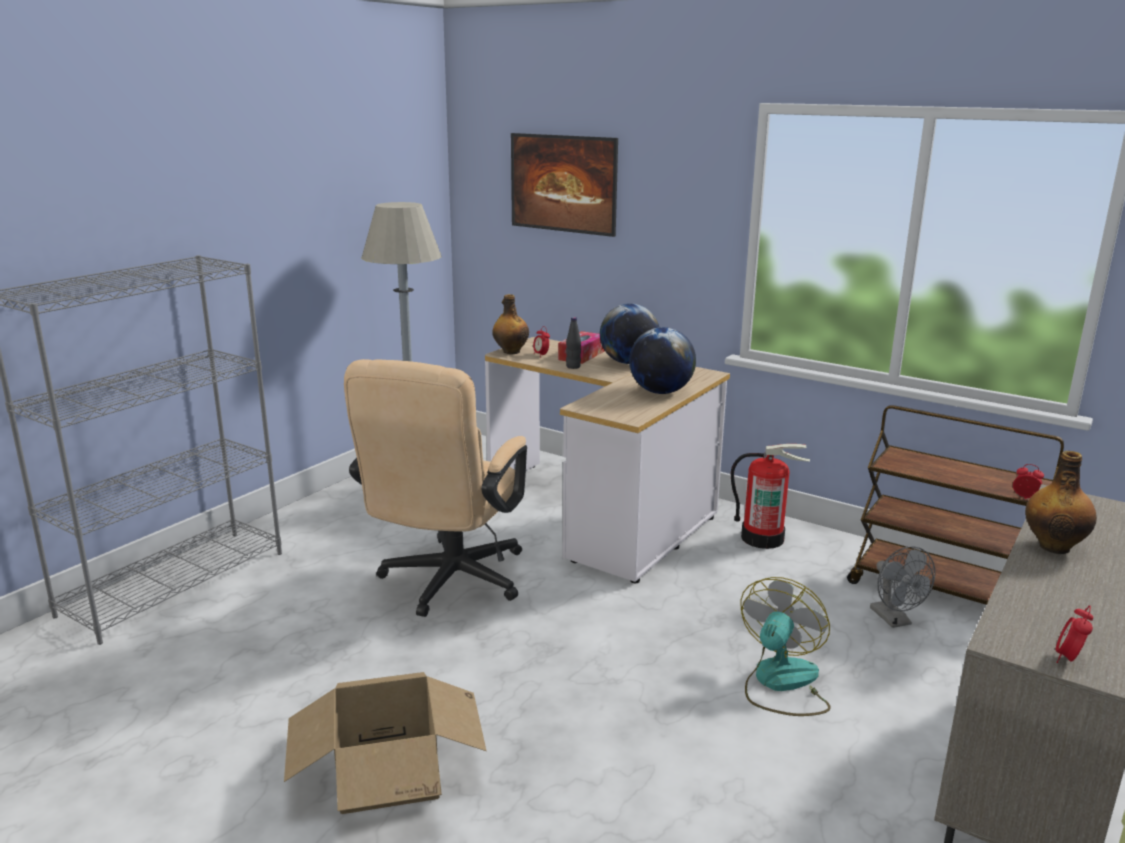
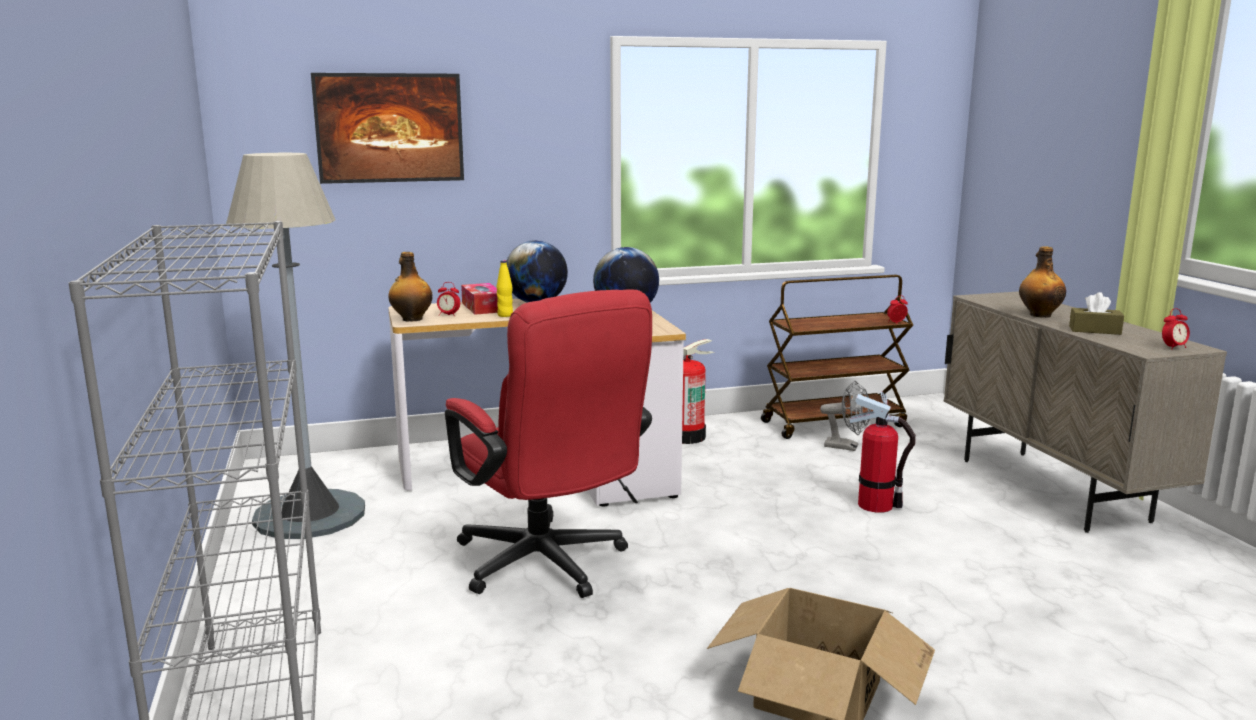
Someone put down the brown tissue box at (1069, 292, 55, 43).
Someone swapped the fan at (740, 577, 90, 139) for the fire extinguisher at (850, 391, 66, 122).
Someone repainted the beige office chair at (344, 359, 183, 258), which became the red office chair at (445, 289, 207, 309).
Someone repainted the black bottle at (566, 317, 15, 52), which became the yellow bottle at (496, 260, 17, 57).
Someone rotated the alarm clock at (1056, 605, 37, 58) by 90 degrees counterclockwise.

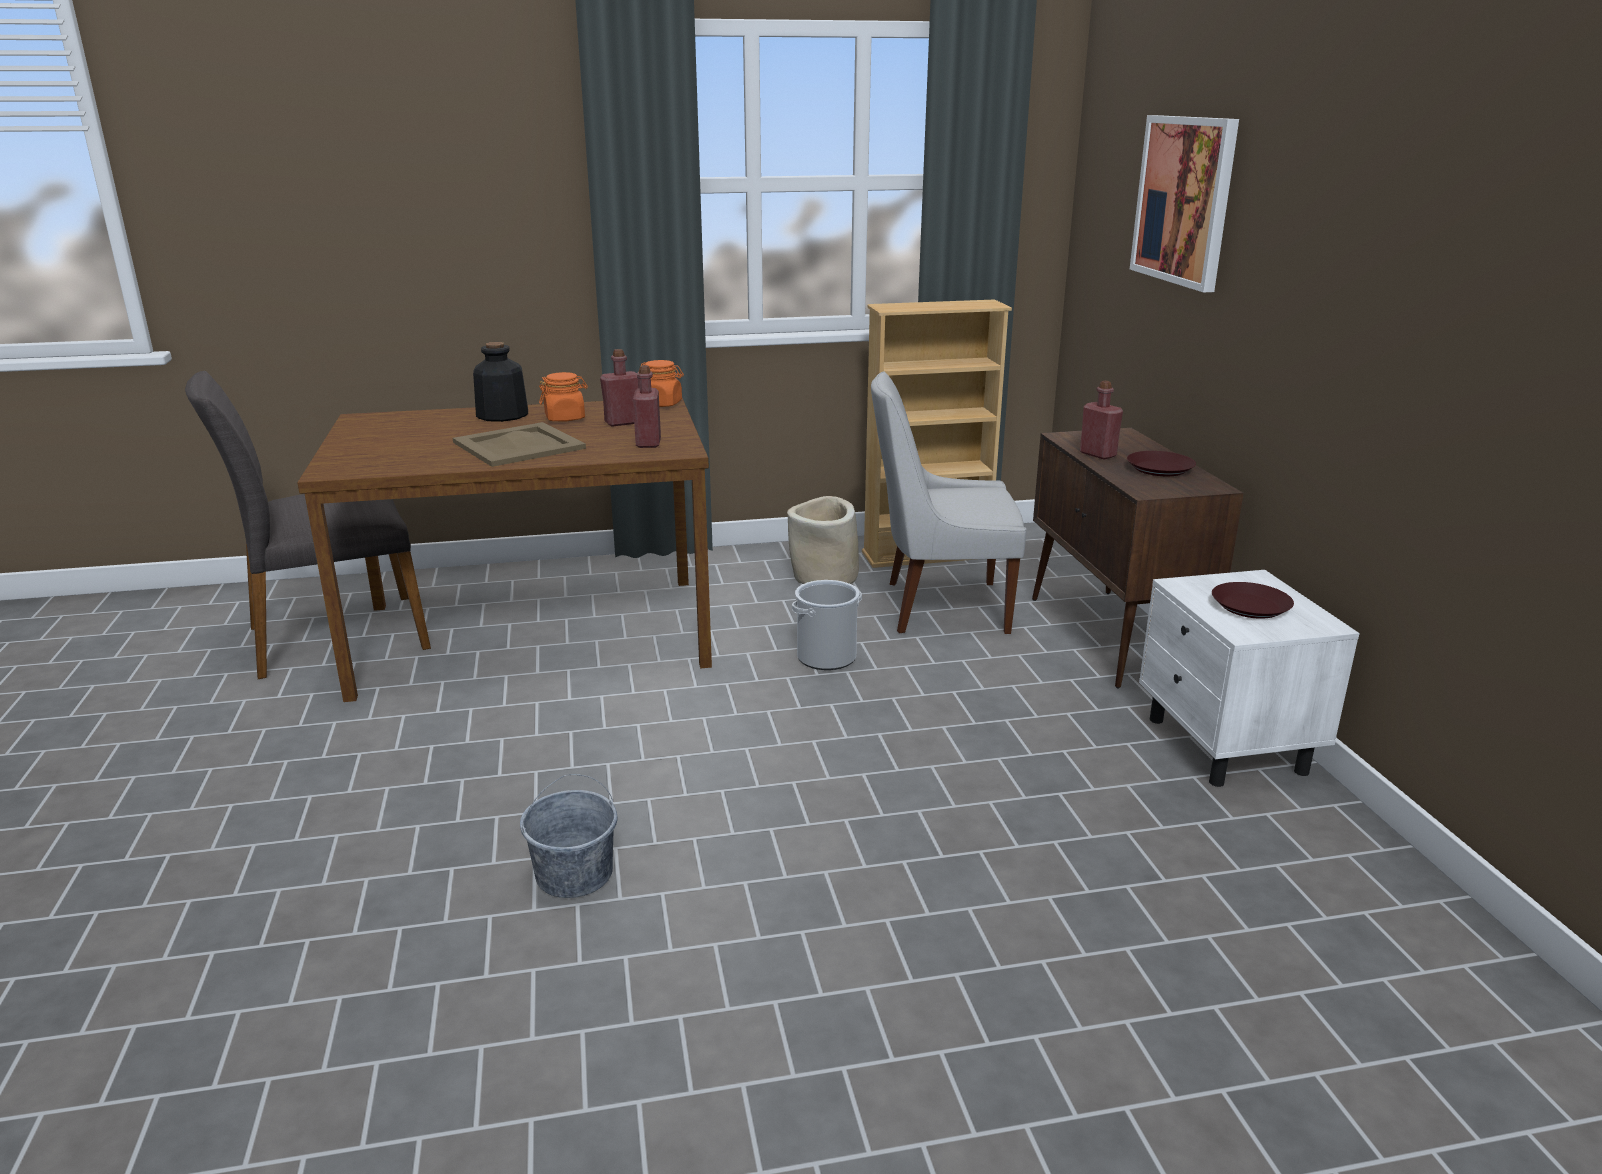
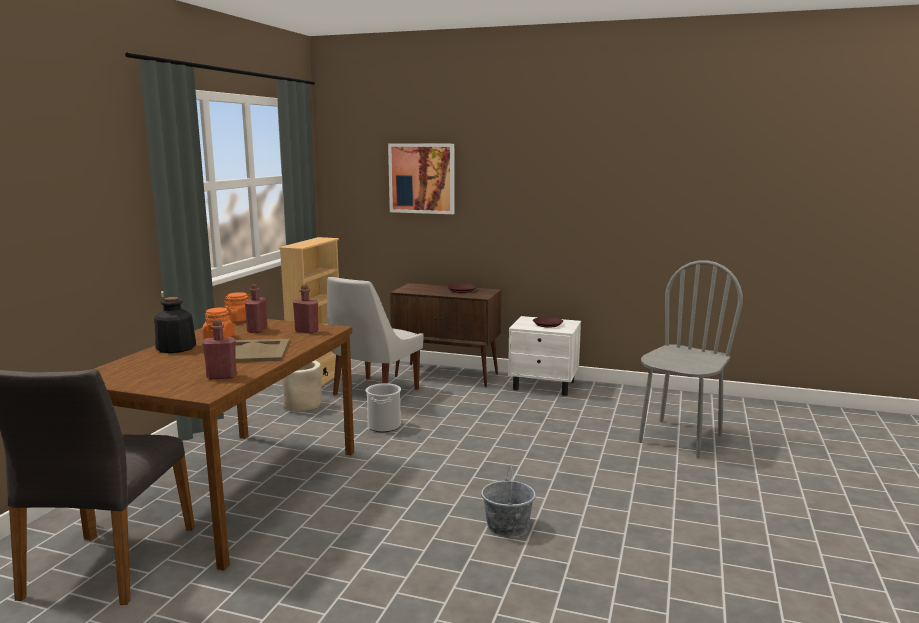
Someone put down the grey chair at (638, 260, 105, 198).
Someone carried the red bottle from (1080, 381, 43, 78) to (202, 320, 35, 59).

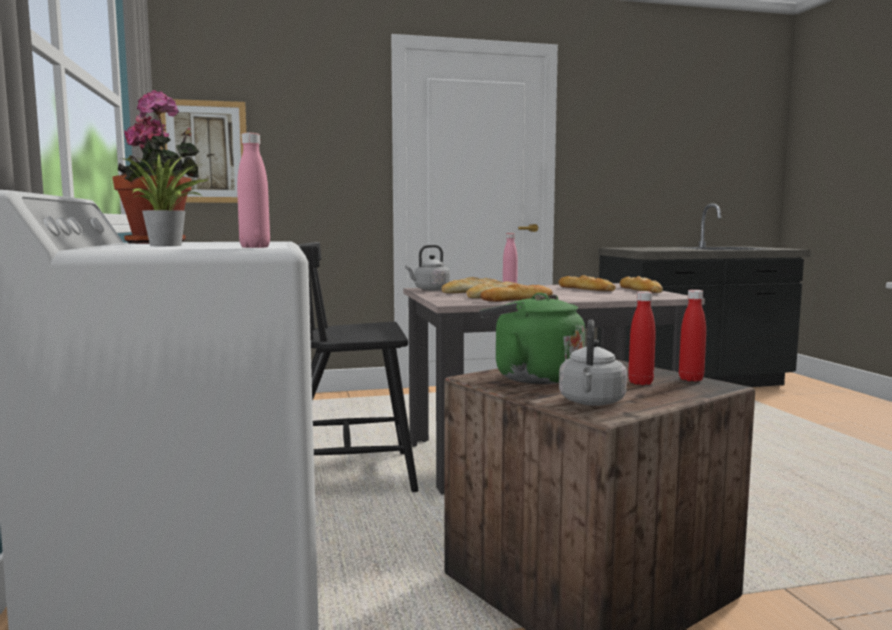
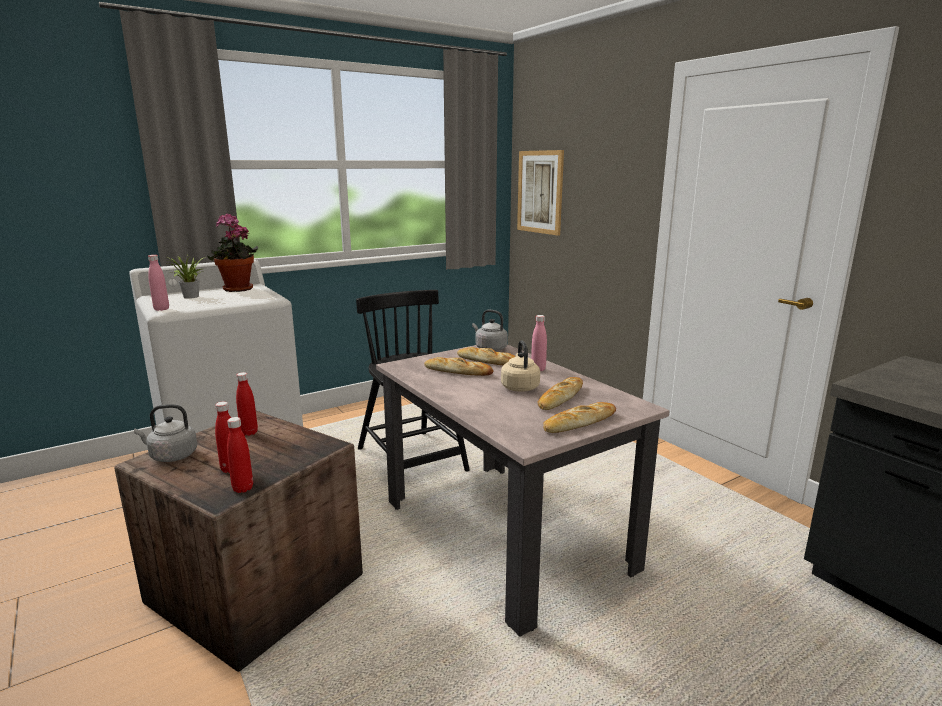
Someone took away the bread at (480, 284, 73, 18).
Someone put down the beige kettle at (501, 340, 39, 52).
Someone swapped the green kettle at (479, 293, 106, 91) for the red bottle at (236, 372, 22, 64).

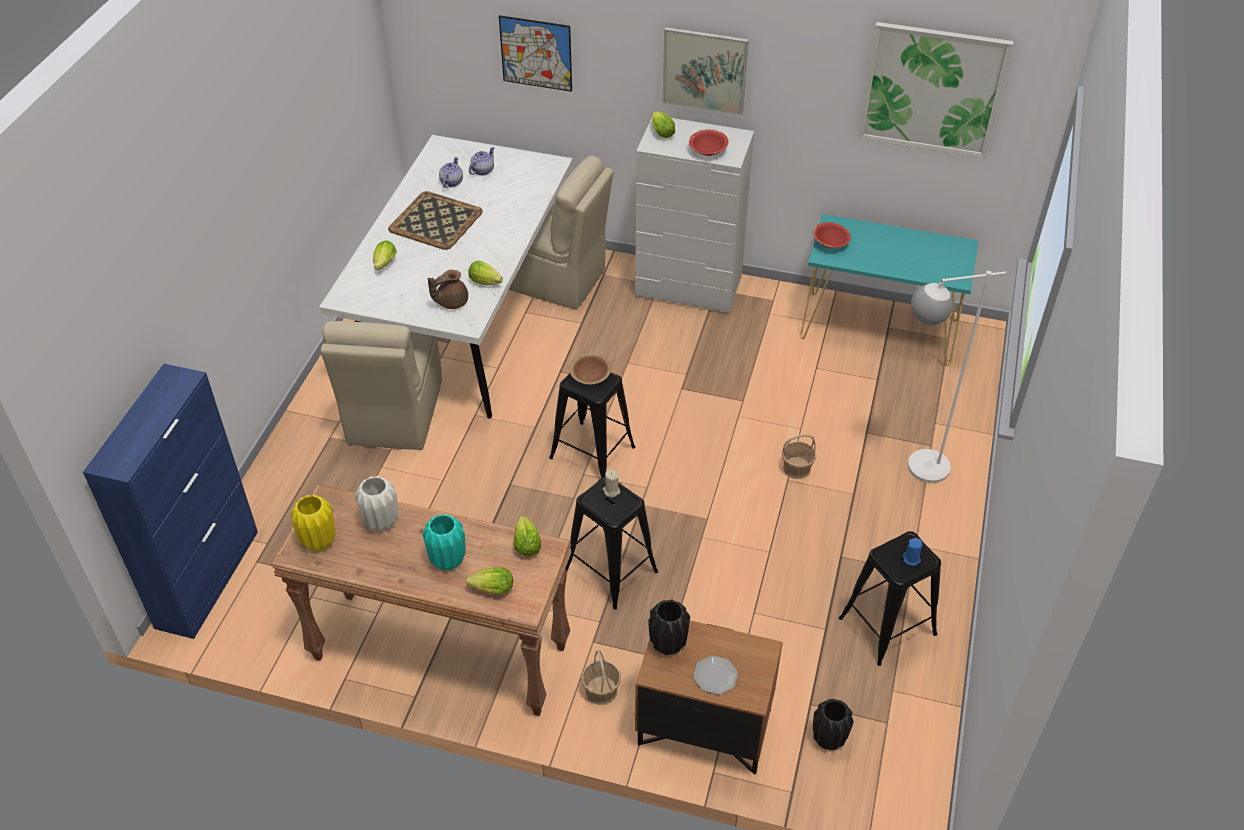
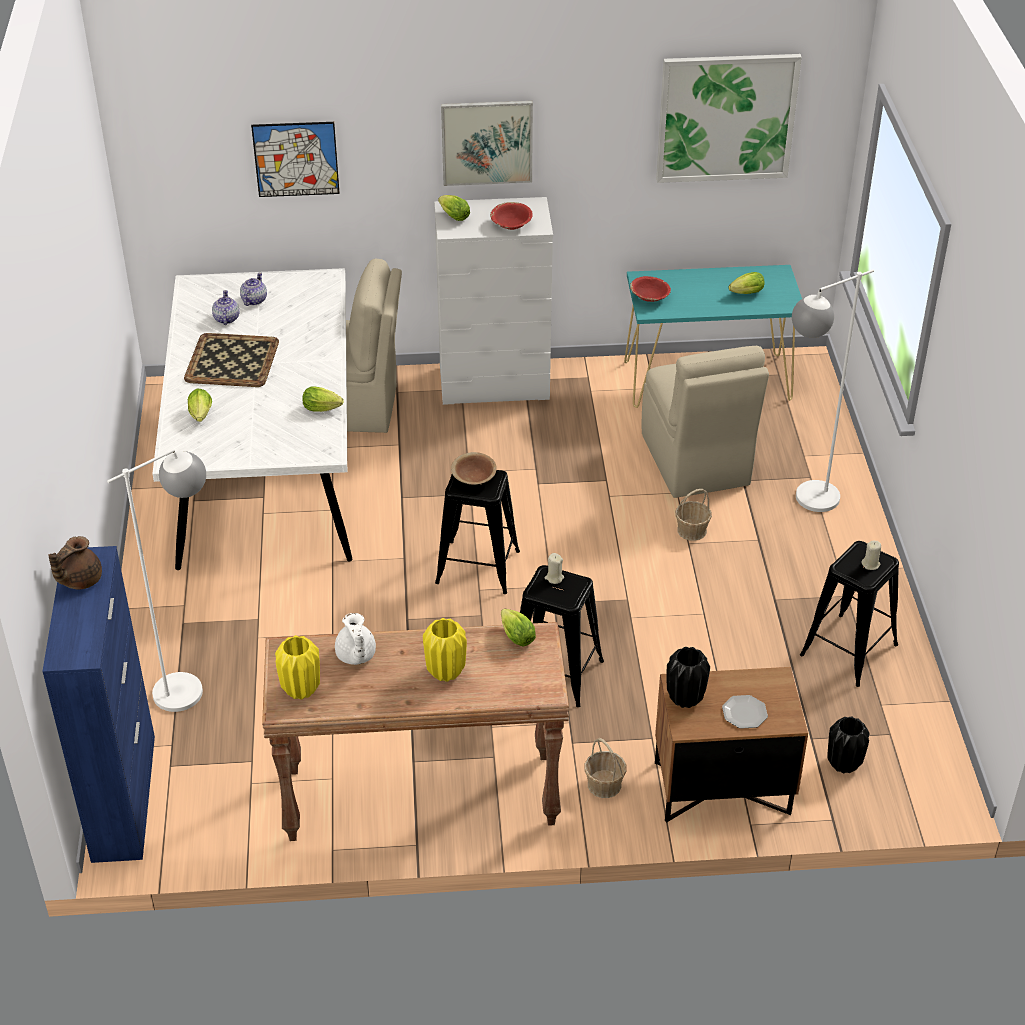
Someone put down the white floor lamp at (107, 449, 99, 263).
Someone carried the beige chair from (321, 321, 121, 129) to (642, 346, 127, 152).
Someone carried the brown teapot from (428, 269, 40, 40) to (48, 536, 54, 53).
Someone carried the lettuce from (466, 567, 47, 27) to (729, 272, 35, 22).
Someone swapped the white vase at (355, 476, 43, 56) for the white teapot at (335, 613, 41, 52).
Someone repainted the turquoise vase at (422, 514, 43, 57), which became the yellow vase at (423, 618, 44, 64).
Someone repainted the blue candle at (903, 538, 20, 28), which became the beige candle at (862, 540, 19, 30).

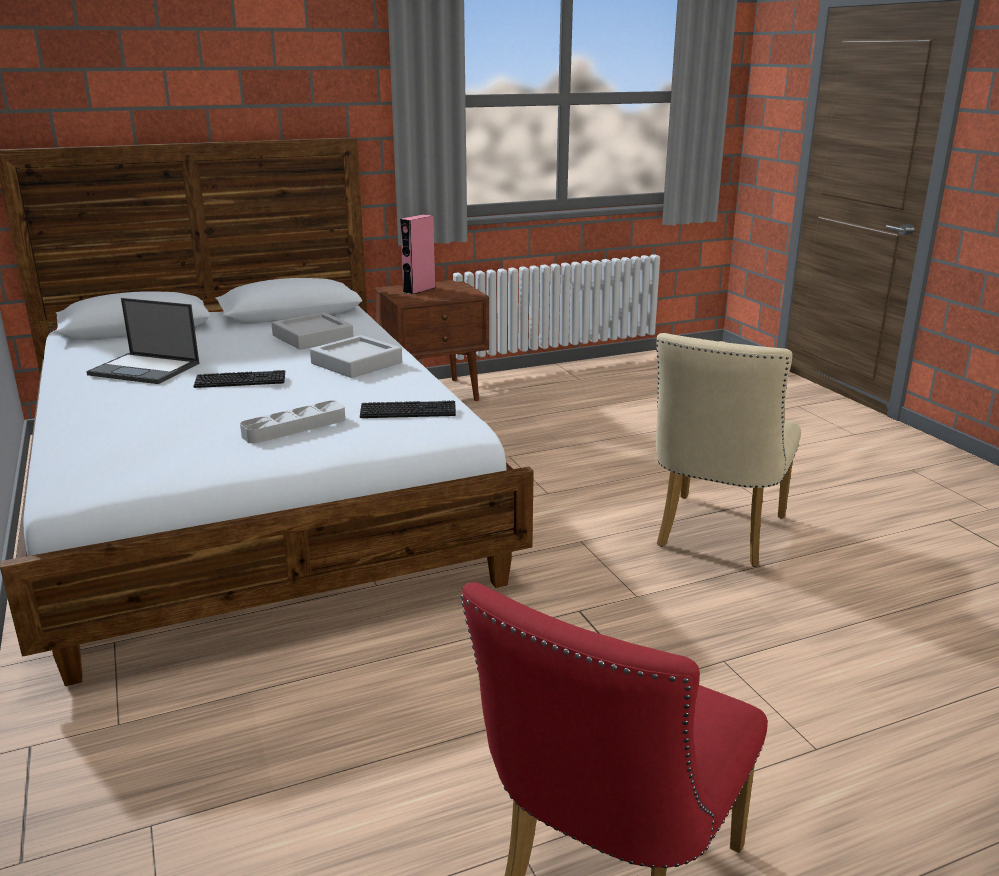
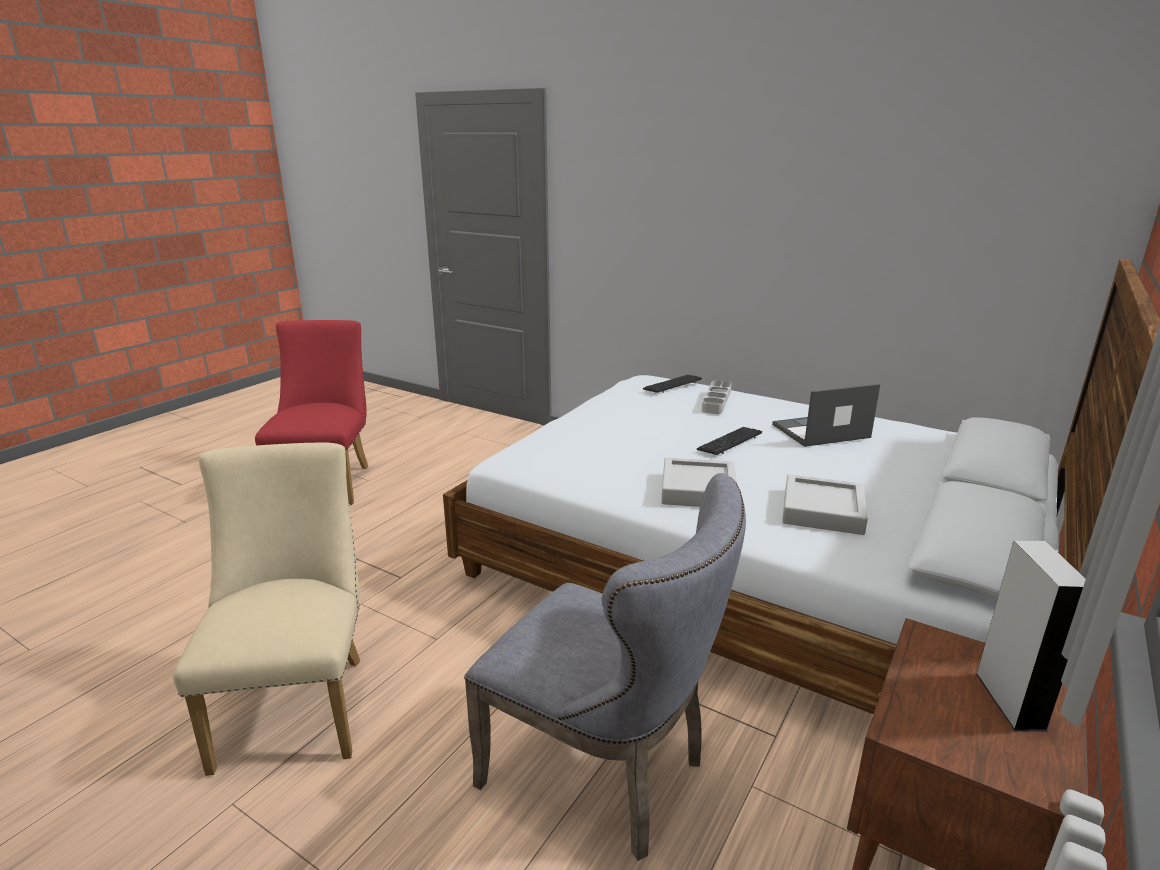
Someone put down the grey chair at (464, 473, 282, 388).
Someone carried the grey tray from (240, 401, 105, 42) to (702, 380, 29, 34).
Someone carried the keyboard from (360, 401, 96, 17) to (643, 375, 59, 18).
Someone repainted the pink speaker at (400, 214, 35, 81), which became the grey speaker at (976, 540, 110, 192).

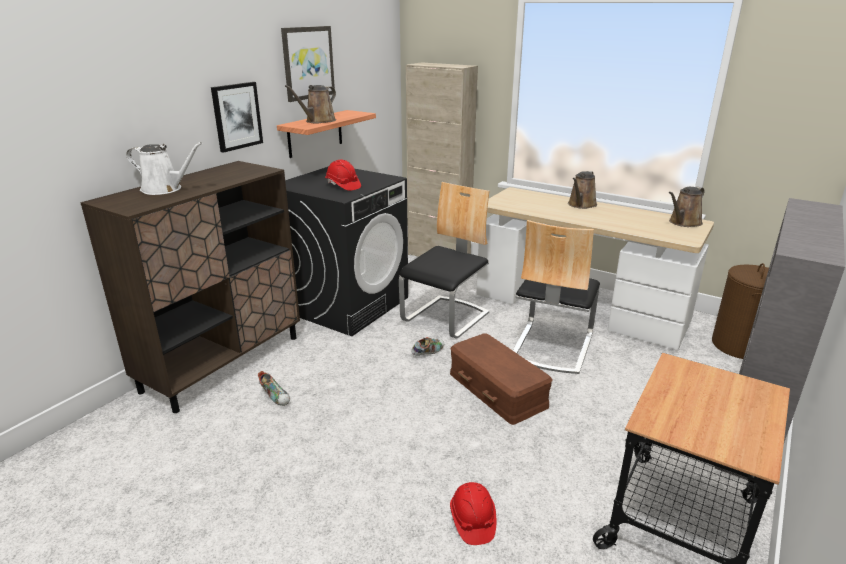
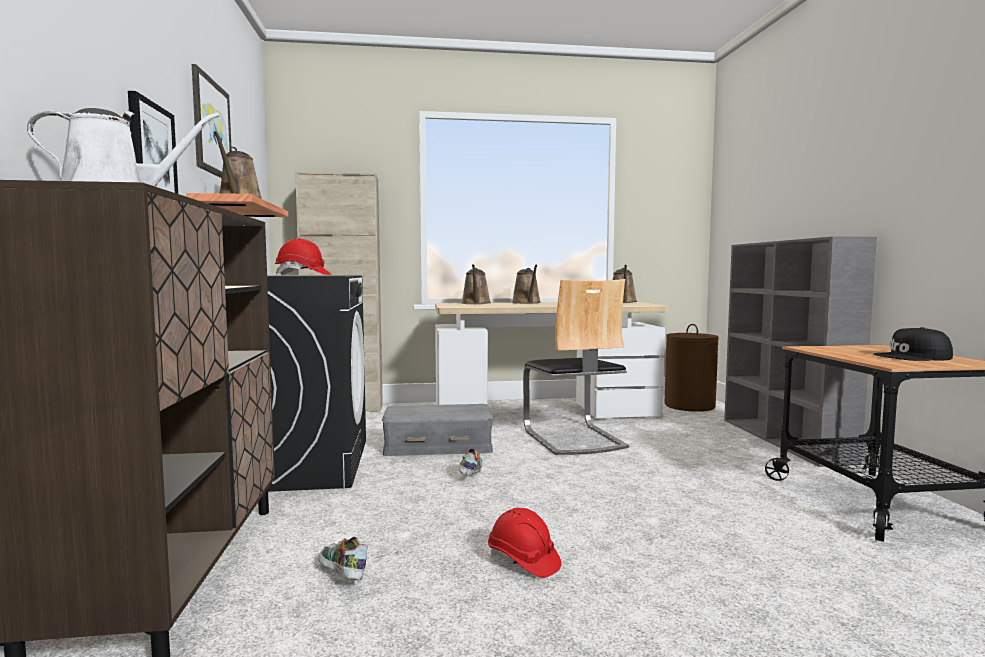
Someone took away the brown storage box at (450, 333, 103, 92).
Someone put down the brown watering can at (461, 264, 30, 40).
Someone put down the black cap at (873, 327, 80, 34).
Someone carried the red hard hat from (450, 482, 46, 63) to (488, 508, 74, 70).
Someone swapped the chair at (399, 182, 90, 157) for the grey storage box at (382, 404, 111, 52).
Someone rotated the shoe at (258, 371, 32, 35) by 135 degrees counterclockwise.

